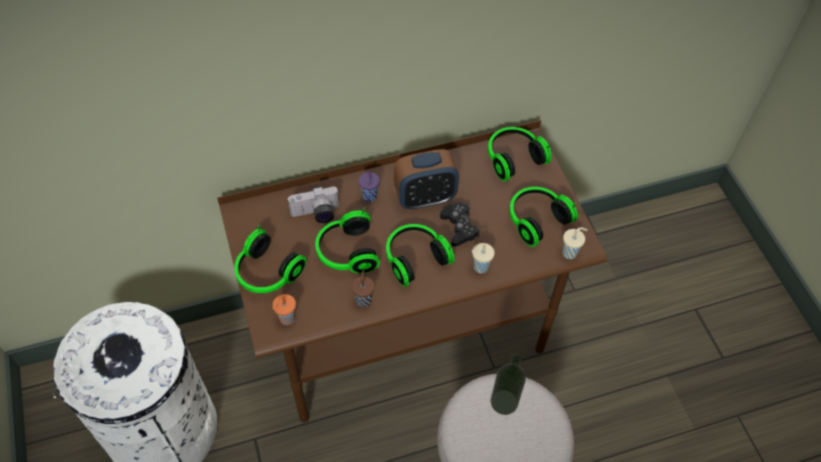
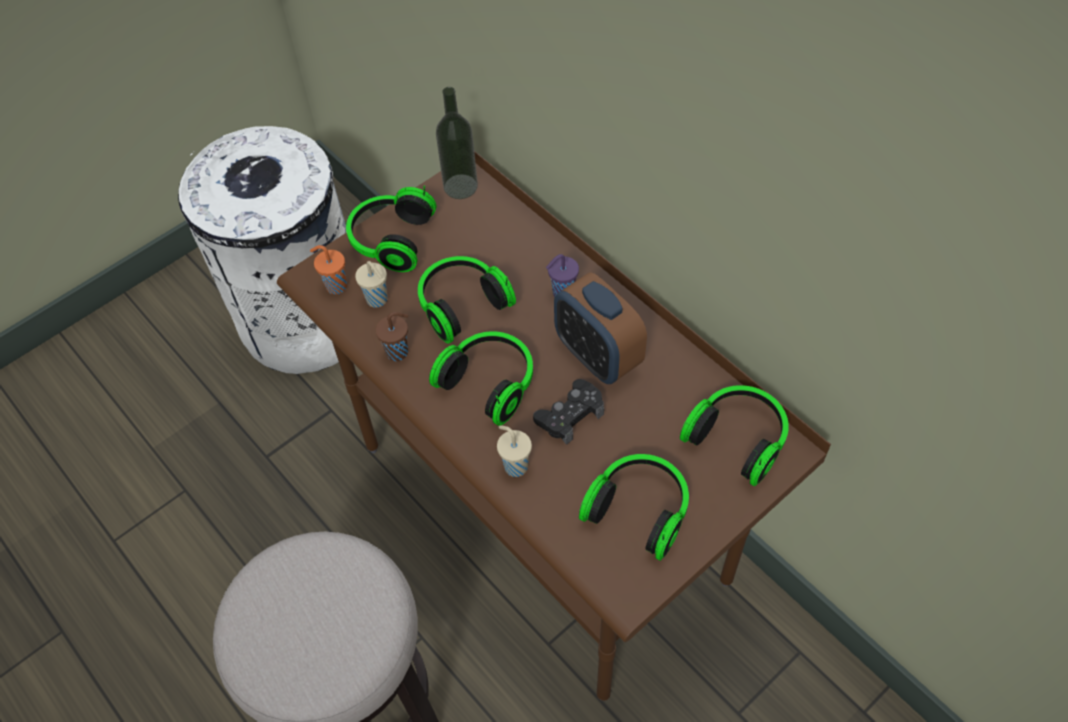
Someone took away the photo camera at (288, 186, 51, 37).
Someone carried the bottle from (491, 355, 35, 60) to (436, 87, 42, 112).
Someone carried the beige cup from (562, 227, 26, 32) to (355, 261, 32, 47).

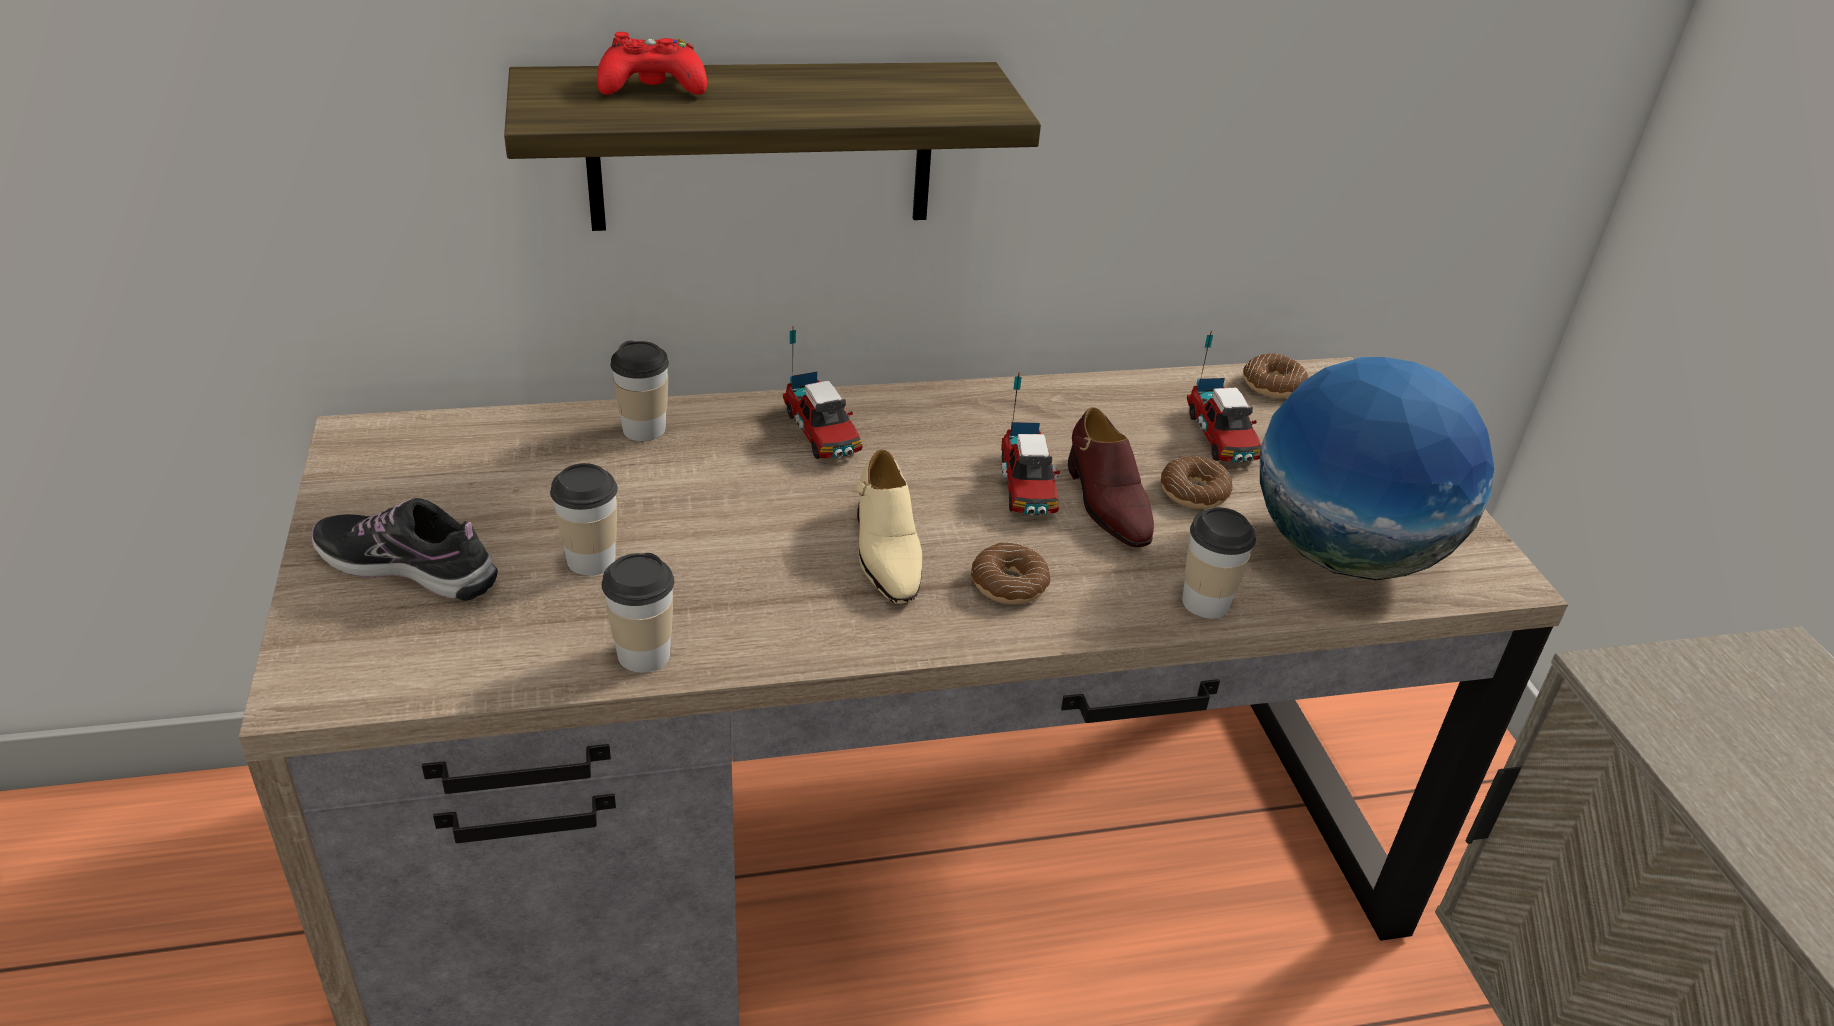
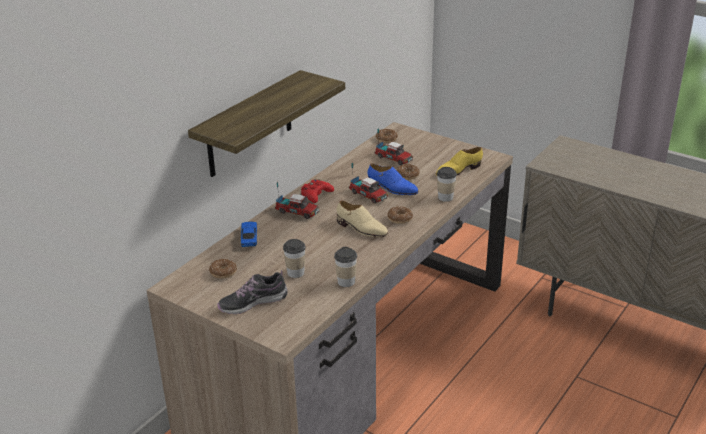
Someone put down the donut at (209, 259, 28, 20).
Someone carried the red game controller from (597, 32, 110, 63) to (301, 179, 33, 24).
Someone swapped the cup at (610, 341, 59, 100) for the toy car at (241, 222, 16, 25).
Someone swapped the globe at (1260, 357, 235, 223) for the yellow shoe at (436, 147, 47, 28).
Someone repainted the brown shoe at (1068, 407, 86, 140), which became the blue shoe at (367, 163, 51, 32).

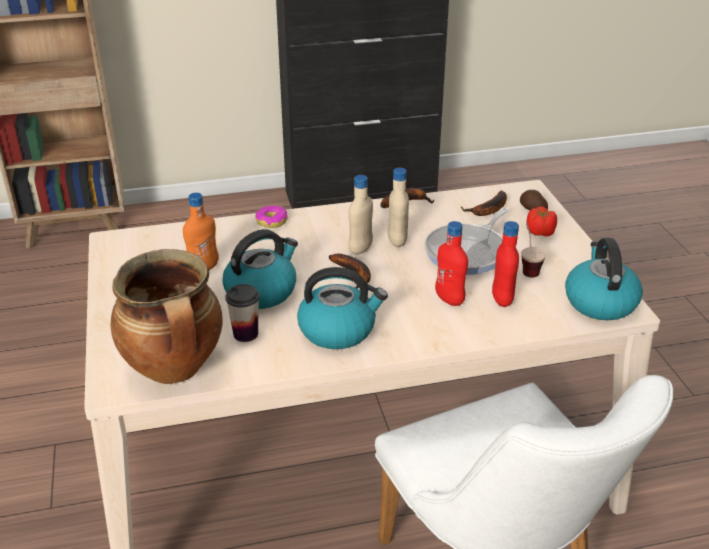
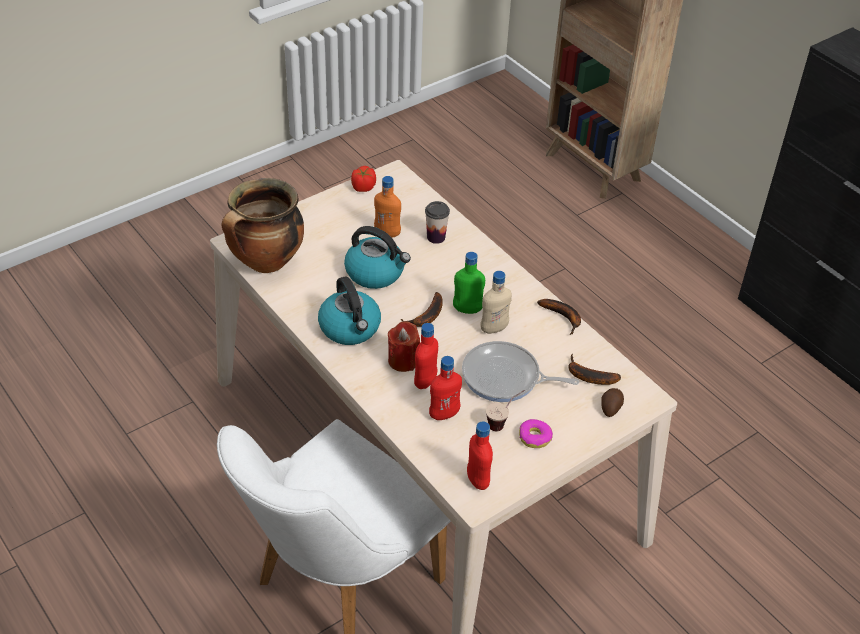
Someone put down the red candle at (388, 321, 32, 51).
Someone carried the cup from (226, 284, 33, 58) to (425, 201, 25, 43).
Someone carried the donut from (255, 206, 32, 22) to (519, 419, 34, 29).
Someone carried the tomato from (526, 206, 31, 30) to (351, 166, 25, 26).
Someone swapped the kettle at (565, 238, 78, 82) for the red bottle at (467, 422, 26, 68).
Someone repainted the beige bottle at (348, 175, 25, 80), which became the green bottle at (453, 252, 32, 62).

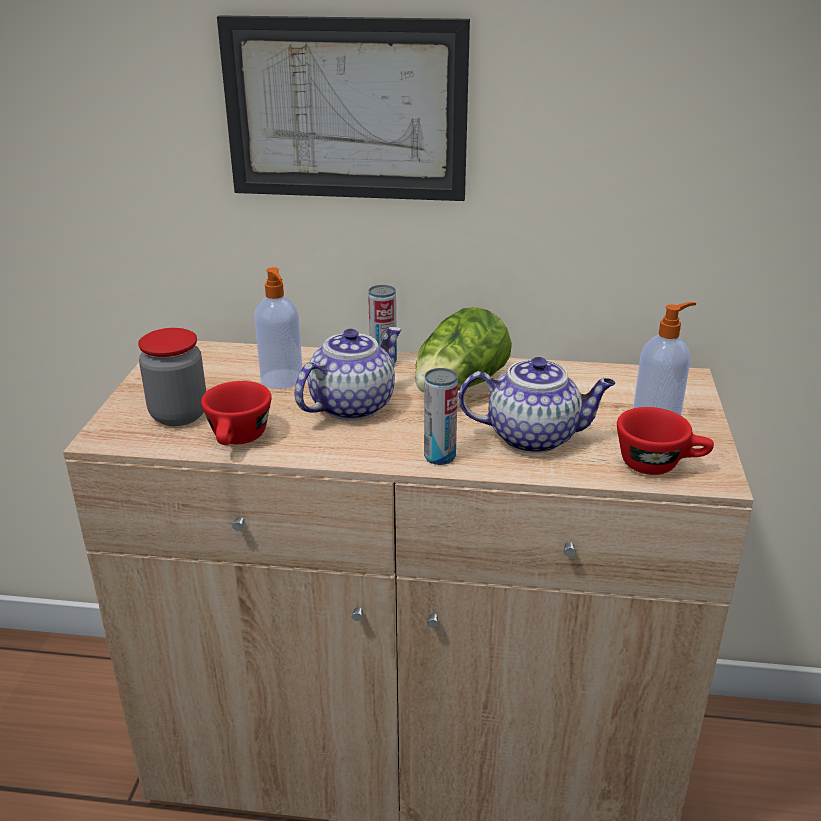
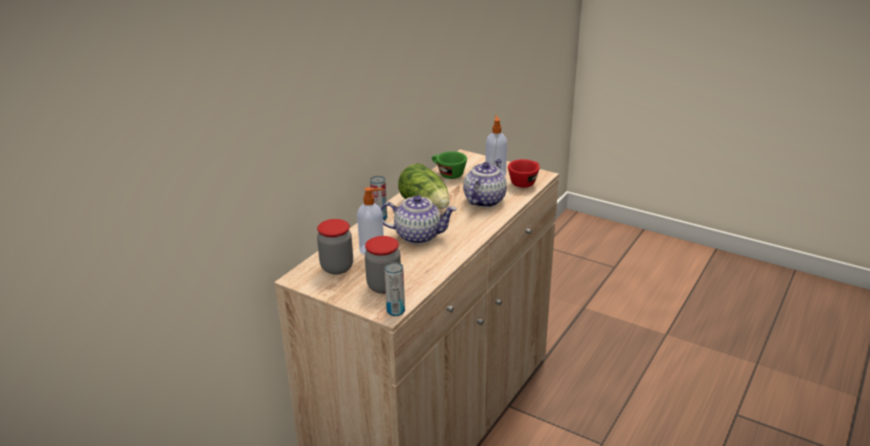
Someone took away the red cup at (201, 381, 70, 64).
Someone took away the picture at (217, 15, 253, 186).
Someone put down the jar at (317, 219, 36, 56).
Someone put down the green cup at (432, 151, 35, 28).
Someone carried the can from (424, 368, 34, 97) to (384, 262, 21, 54).
Someone rotated the teapot at (295, 327, 107, 94) by 120 degrees clockwise.

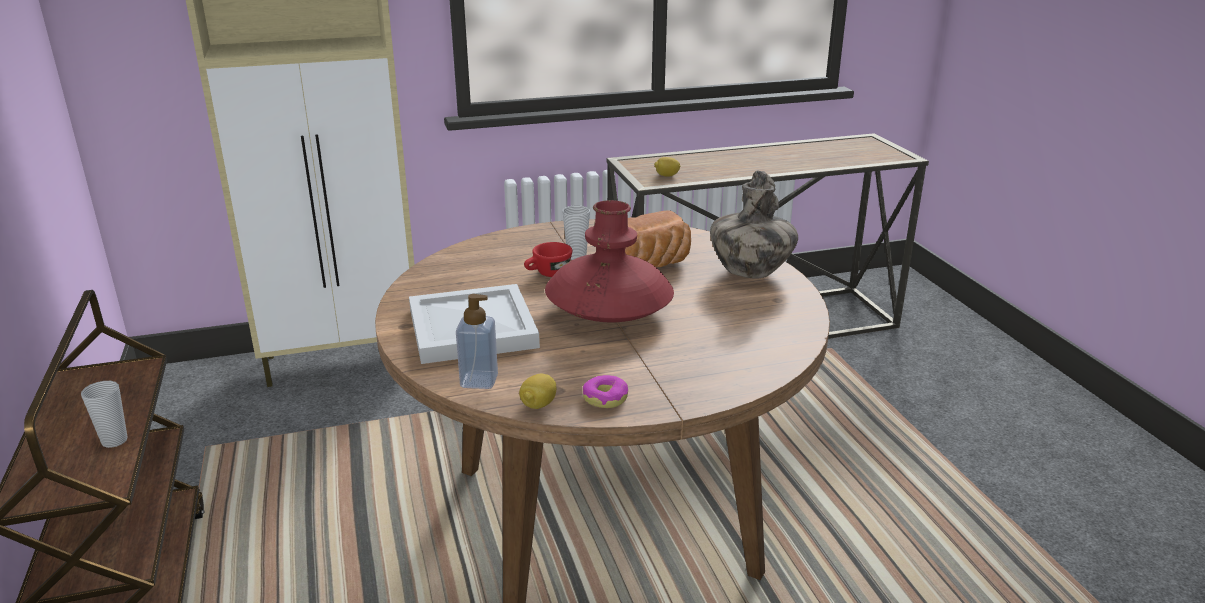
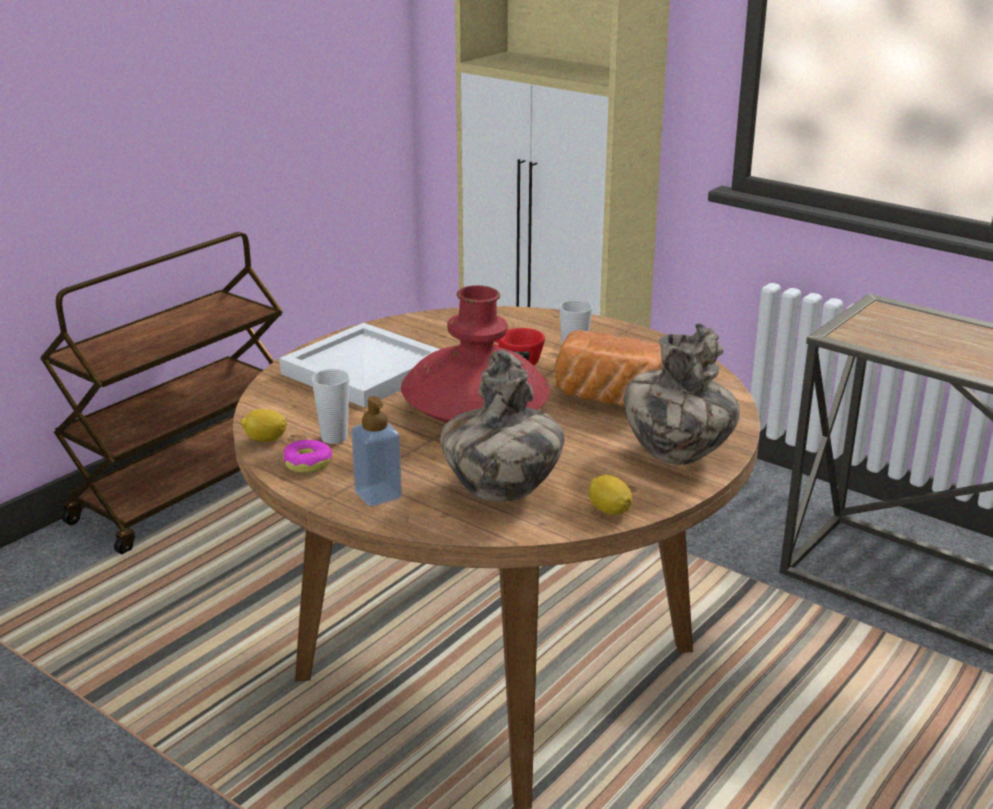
Someone put down the vase at (440, 350, 124, 151).
Someone carried the cup from (81, 381, 46, 67) to (311, 369, 38, 75).
Someone carried the soap dispenser from (456, 294, 42, 95) to (351, 396, 51, 111).
Someone carried the lemon from (654, 157, 26, 20) to (589, 475, 44, 40).

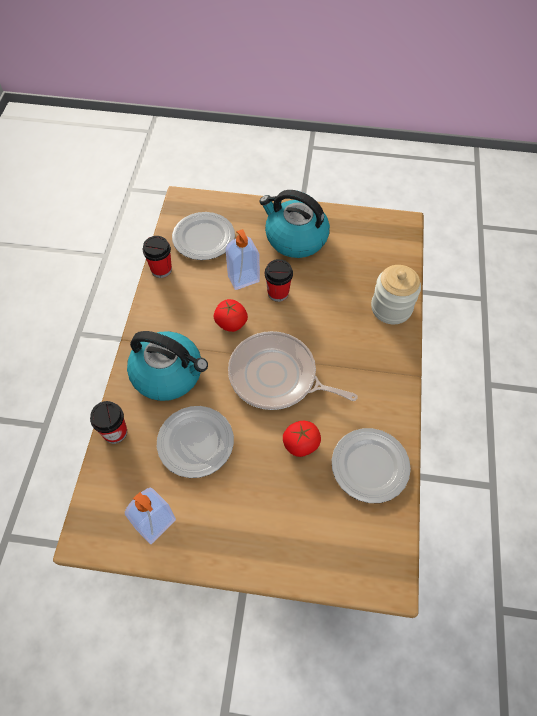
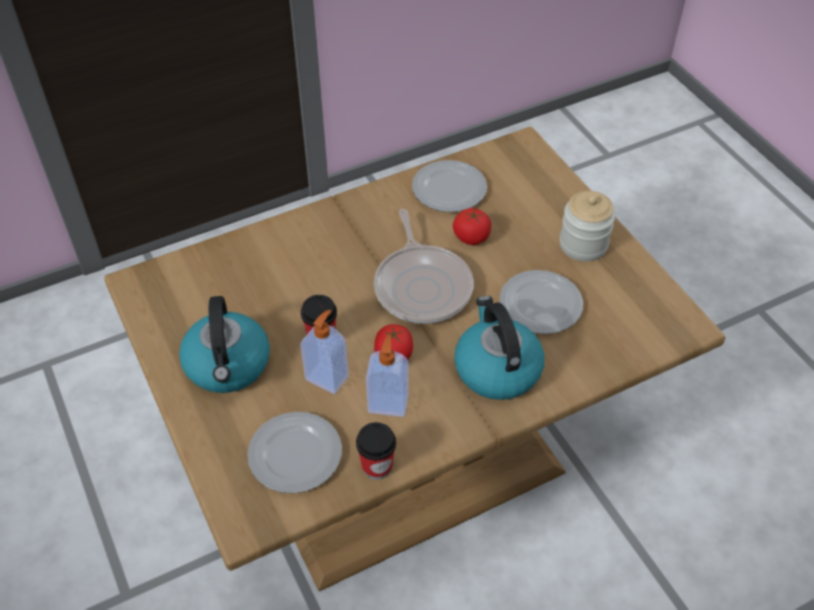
Someone took away the cup at (90, 401, 37, 43).
Someone carried the soap dispenser from (125, 488, 51, 56) to (366, 335, 42, 82).
Someone carried the jar from (371, 265, 50, 59) to (560, 191, 56, 70).

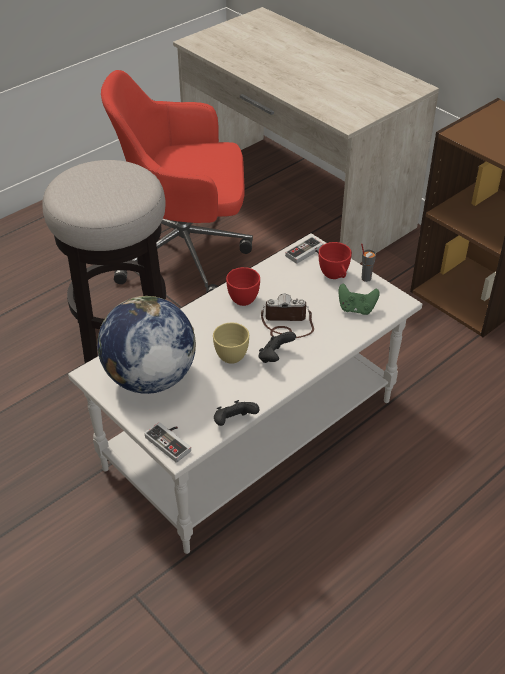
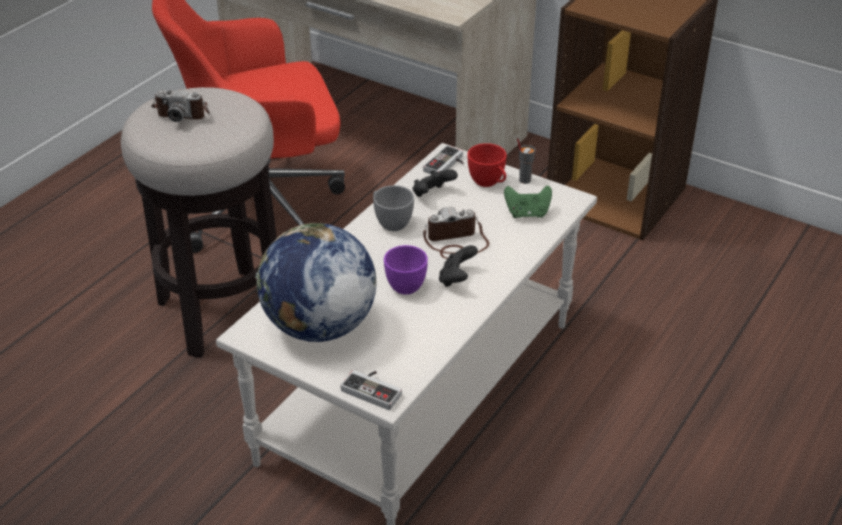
Someone put down the photo camera at (151, 89, 59, 33).
Someone carried the black game controller from (214, 400, 46, 26) to (412, 169, 46, 28).
Someone repainted the yellow cup at (213, 323, 36, 41), which became the purple cup at (384, 245, 44, 50).
Someone repainted the red cup at (226, 267, 34, 39), which became the grey cup at (373, 185, 41, 46).

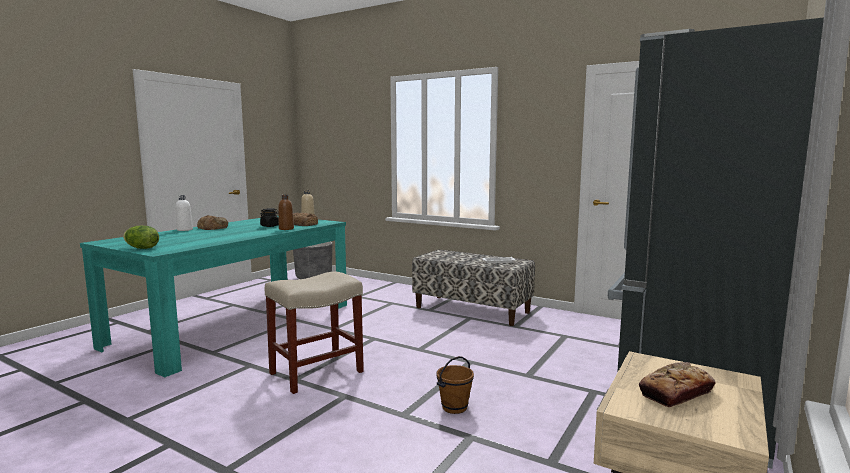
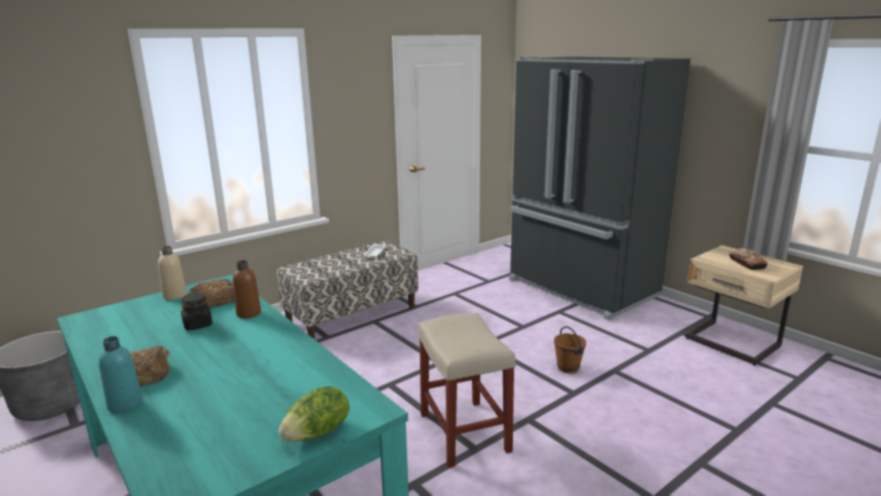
Someone repainted the white bottle at (175, 195, 18, 36), which became the turquoise bottle at (99, 336, 43, 77).

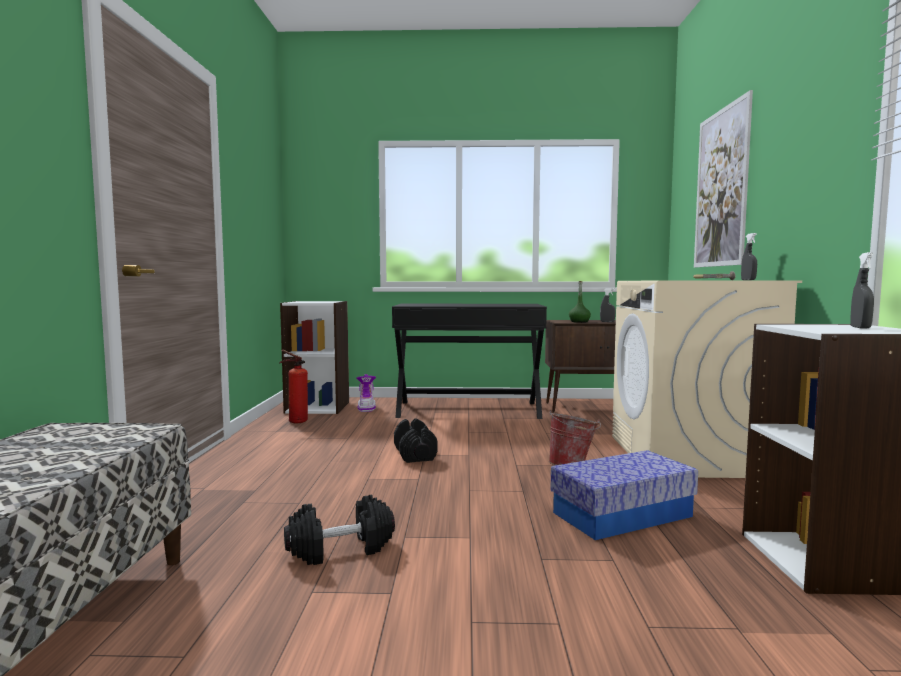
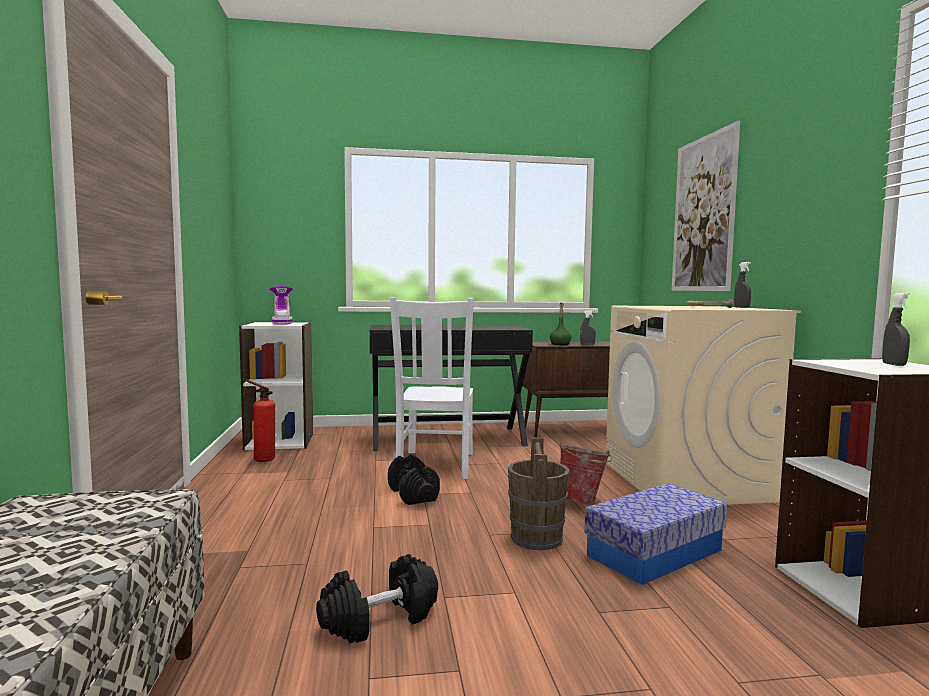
Someone put down the white chair at (390, 297, 84, 182).
Someone put down the brown bucket at (508, 438, 61, 112).
Someone carried the boot from (356, 374, 20, 38) to (270, 286, 23, 39).

